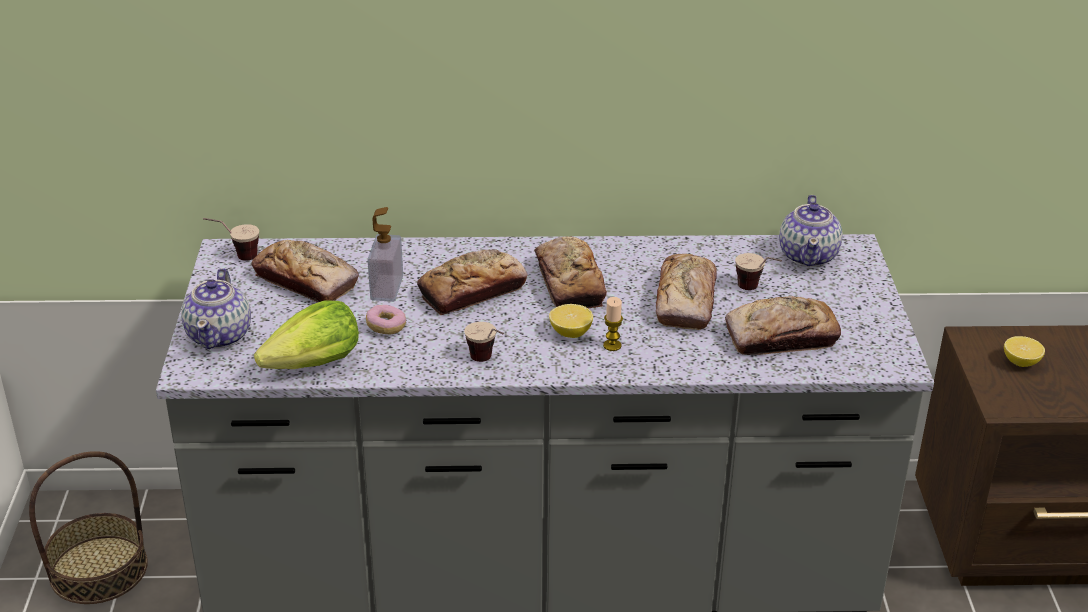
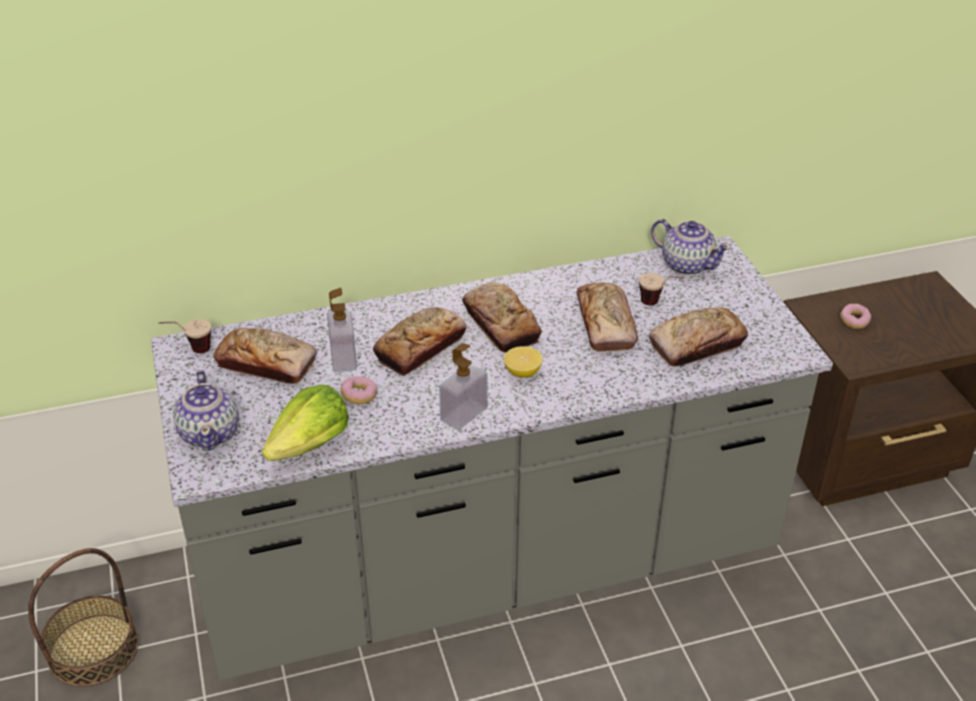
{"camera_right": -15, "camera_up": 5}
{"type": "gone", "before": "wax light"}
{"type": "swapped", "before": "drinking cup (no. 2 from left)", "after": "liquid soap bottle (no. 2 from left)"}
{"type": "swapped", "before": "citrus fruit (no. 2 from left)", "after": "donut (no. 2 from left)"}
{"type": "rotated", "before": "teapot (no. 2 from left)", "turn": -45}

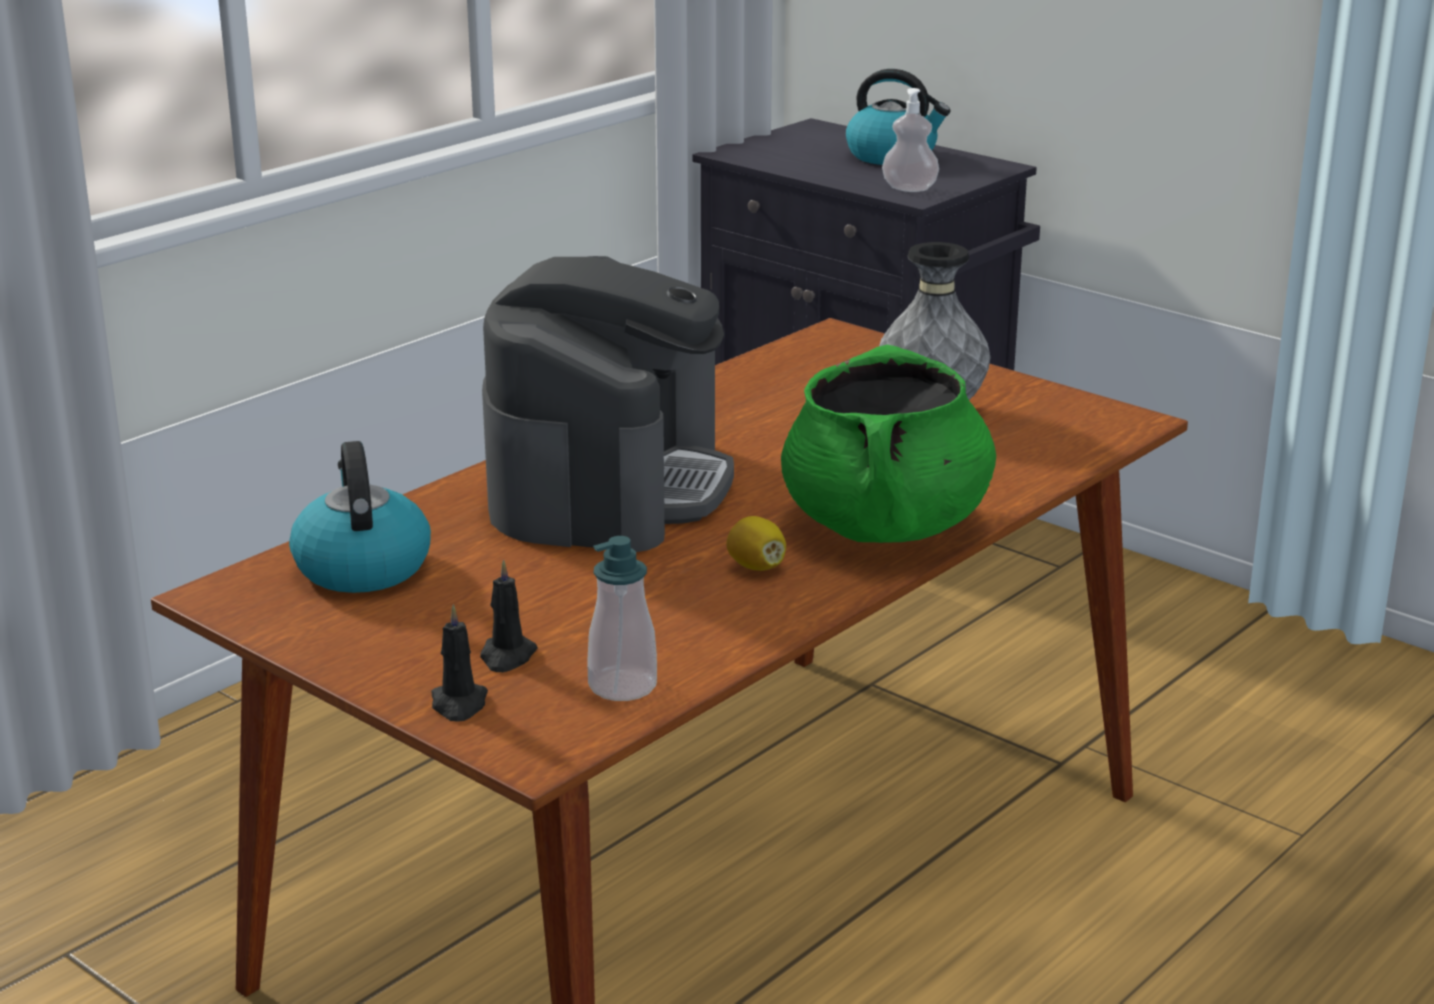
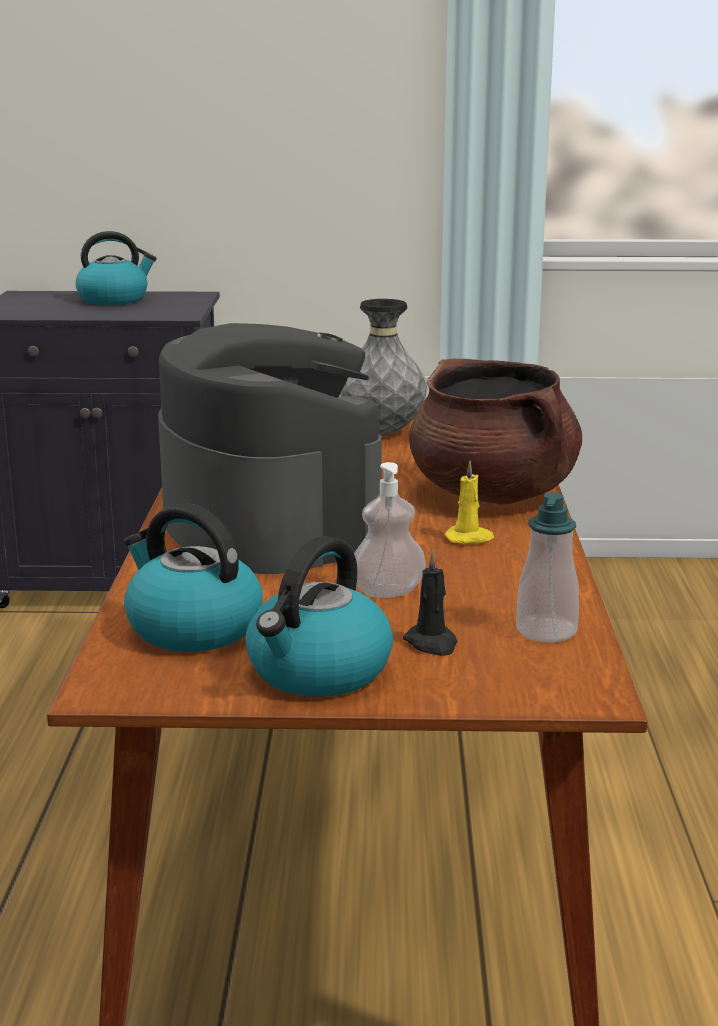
{"camera_right": -40, "camera_up": -5}
{"type": "gone", "before": "black wax light (no. 1 from left)"}
{"type": "new", "after": "kettle (no. 3 from left)"}
{"type": "shifted", "before": "liquid soap bottle (no. 2 from left in the first image)", "after": "liquid soap bottle (no. 1 from left)"}
{"type": "swapped", "before": "citrus fruit", "after": "yellow wax light"}
{"type": "repainted", "before": "green-coloured stockpot", "after": "brown-coloured stockpot"}

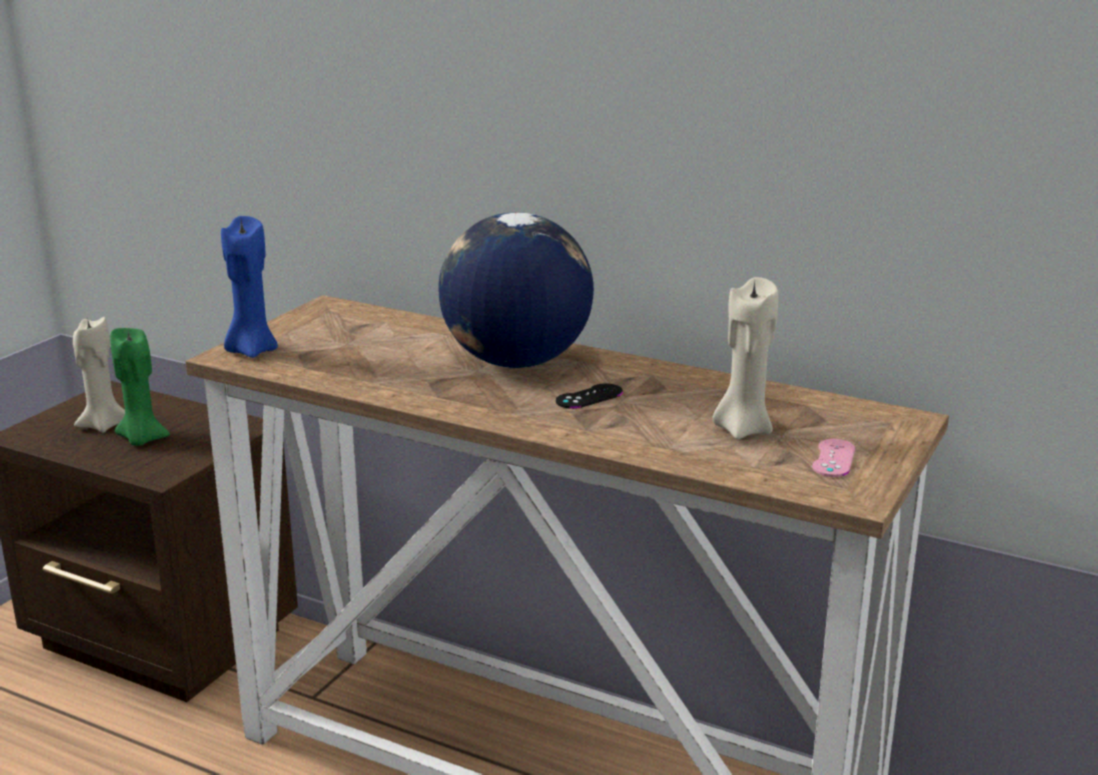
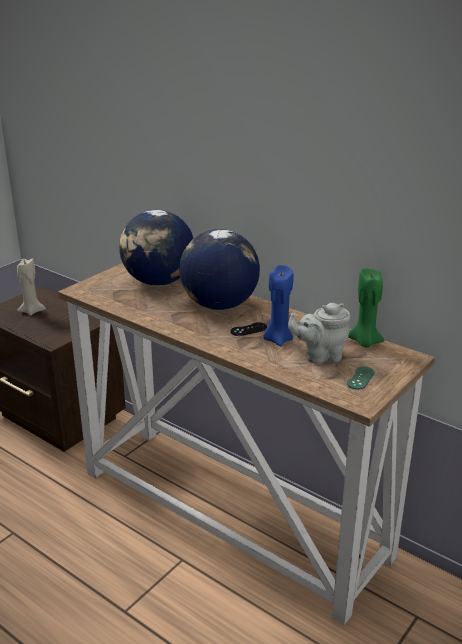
{"camera_right": 10, "camera_up": 5}
{"type": "new", "after": "world globe (no. 1 from left)"}
{"type": "shifted", "before": "green-coloured wax light"}
{"type": "shifted", "before": "bluish wax light"}
{"type": "swapped", "before": "beige wax light (no. 2 from left)", "after": "gray teapot"}
{"type": "repainted", "before": "pinkish gamepad", "after": "green-coloured gamepad"}

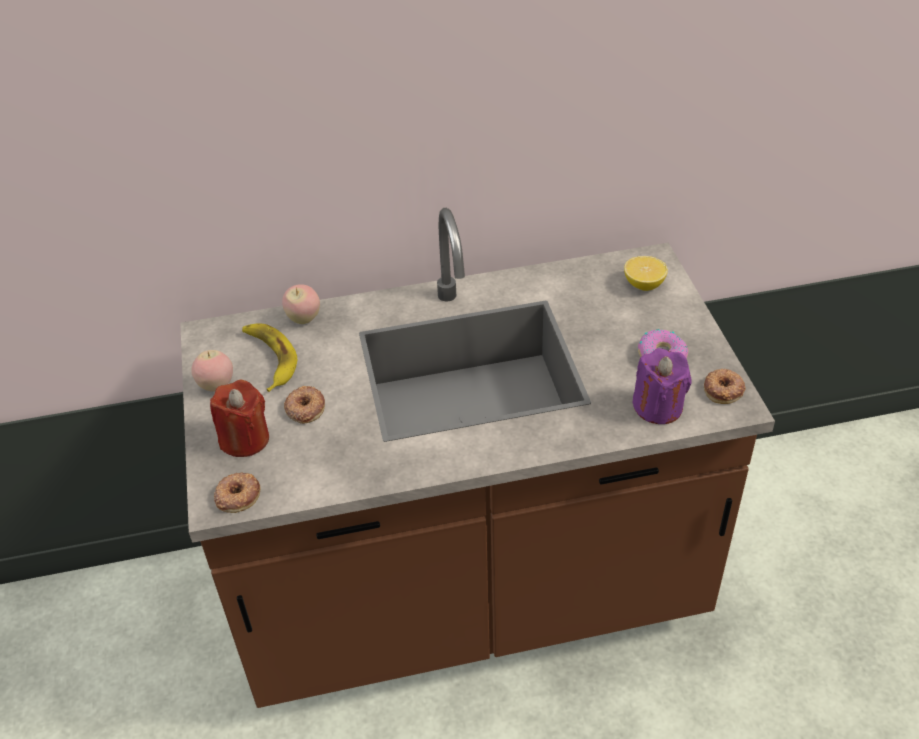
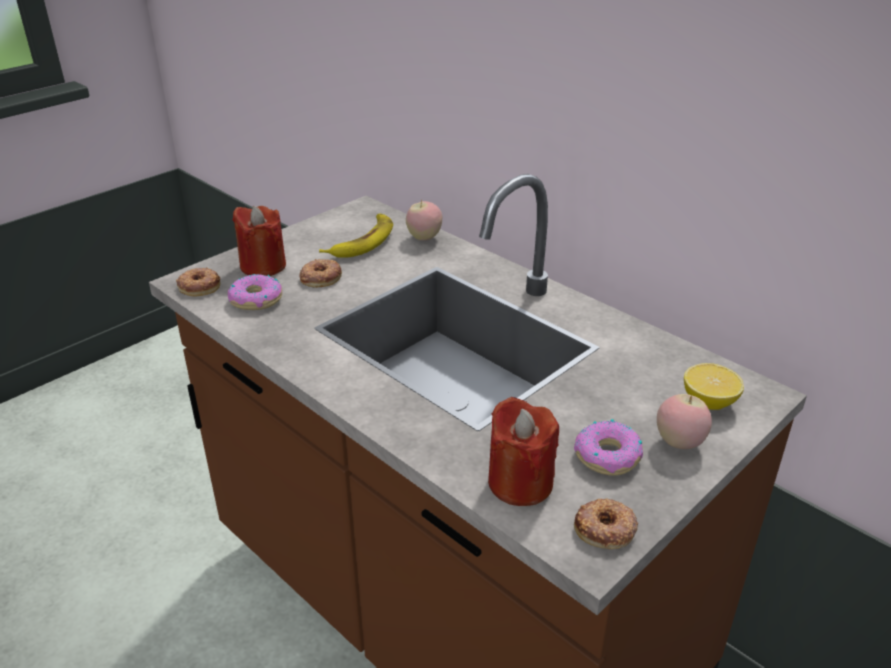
{"camera_right": 55, "camera_up": -10}
{"type": "new", "after": "donut (no. 2 from left)"}
{"type": "shifted", "before": "whole apple (no. 1 from left in the first image)", "after": "whole apple (no. 2 from left)"}
{"type": "repainted", "before": "purple wax light", "after": "red wax light (no. 2 from left)"}

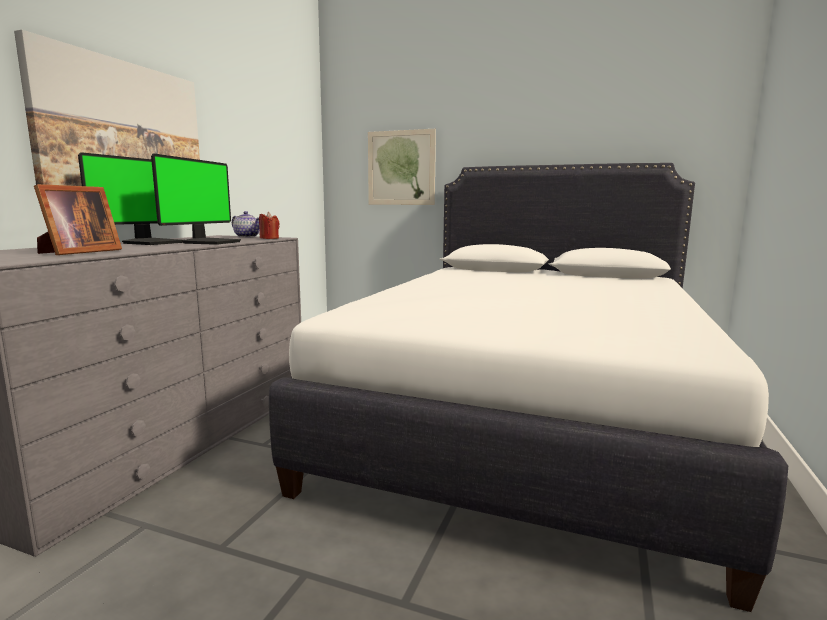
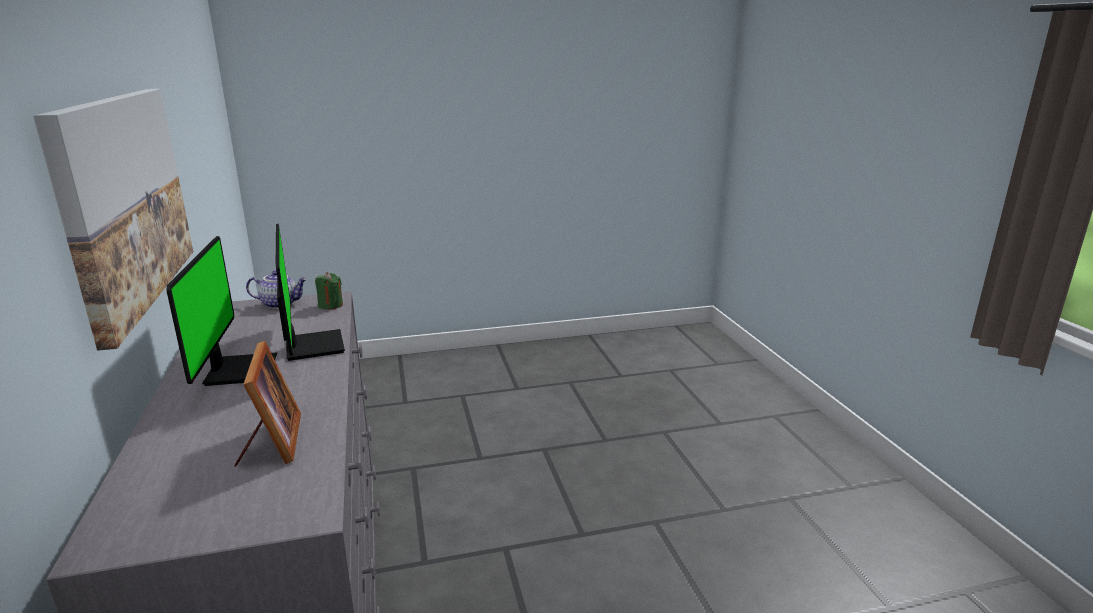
{"camera_right": -35, "camera_up": 10}
{"type": "gone", "before": "white bedroom bed"}
{"type": "gone", "before": "picture (no. 2 from left)"}
{"type": "repainted", "before": "red wax light", "after": "green-coloured wax light"}

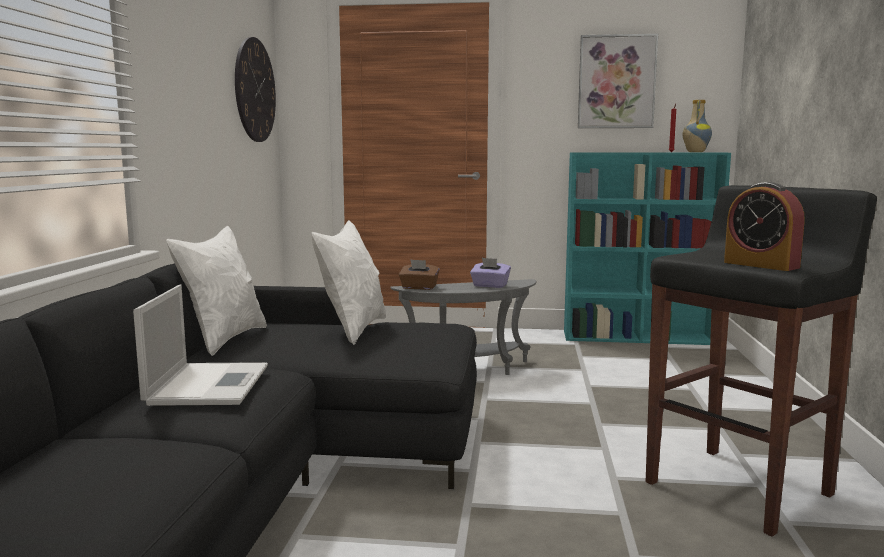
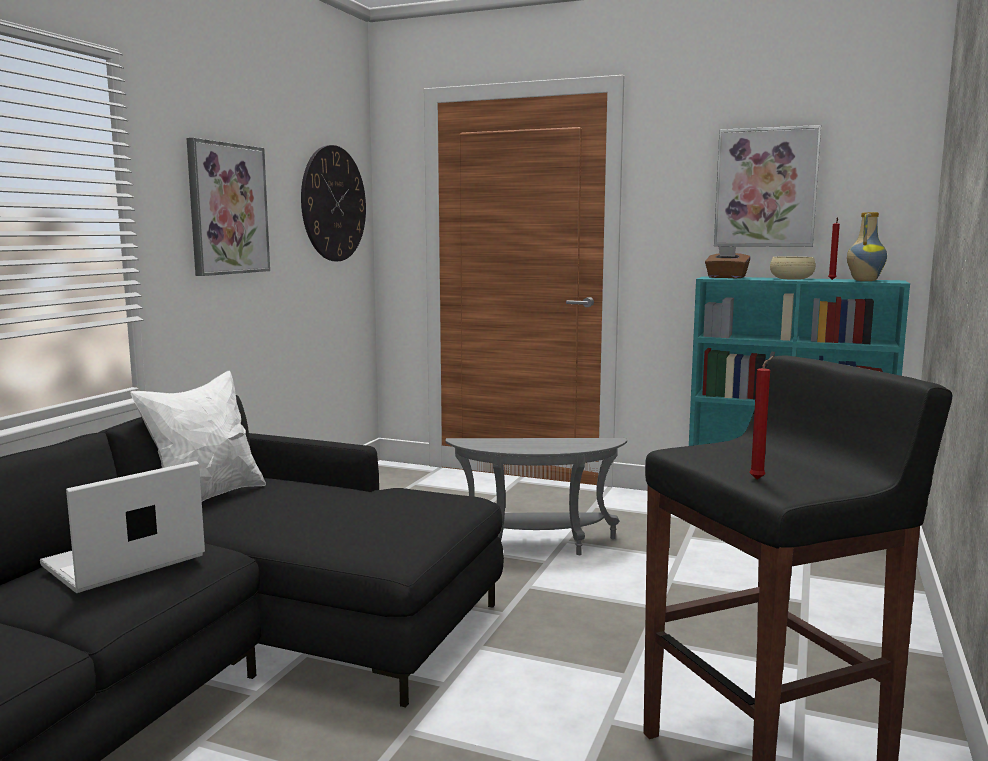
{"camera_right": 15, "camera_up": 0}
{"type": "gone", "before": "white pillow (no. 2 from left)"}
{"type": "gone", "before": "purple tissue holder"}
{"type": "new", "after": "picture (no. 1 from left)"}
{"type": "new", "after": "beige serving bowl"}
{"type": "shifted", "before": "brown-coloured tissue holder"}
{"type": "swapped", "before": "table clock", "after": "red wax light (no. 1 from left)"}
{"type": "rotated", "before": "portable computer", "turn": -150}

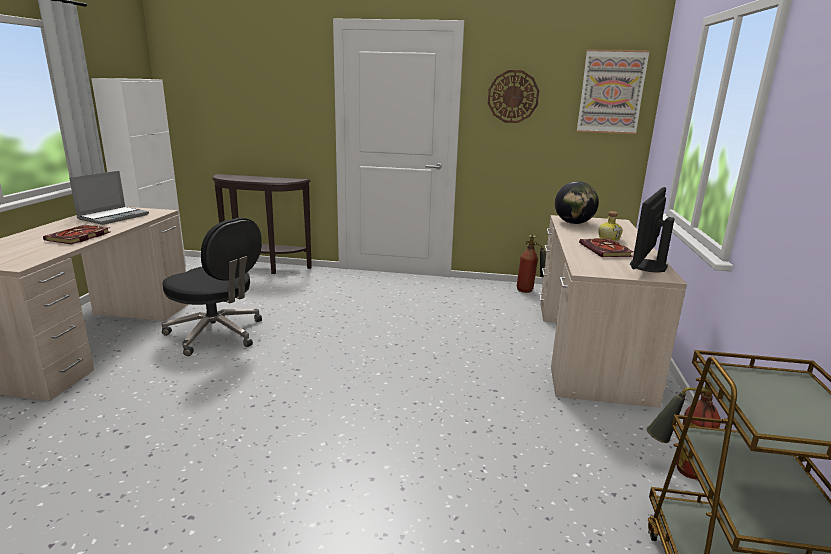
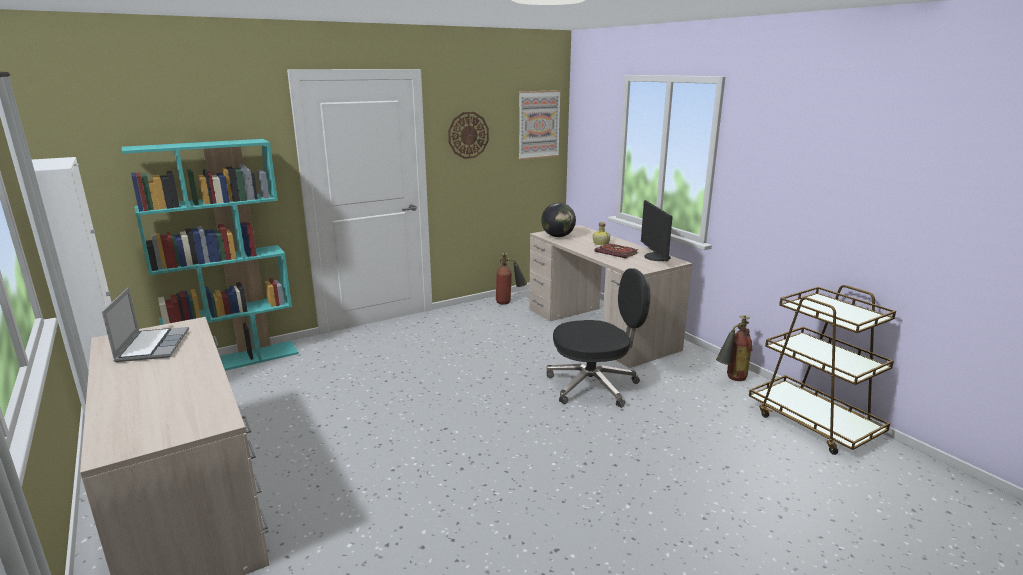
{"camera_right": -40, "camera_up": 0}
{"type": "gone", "before": "volume (no. 1 from left)"}
{"type": "shifted", "before": "black desk chair"}
{"type": "swapped", "before": "brown-coloured console table", "after": "turquoise-coloured bookshelf"}

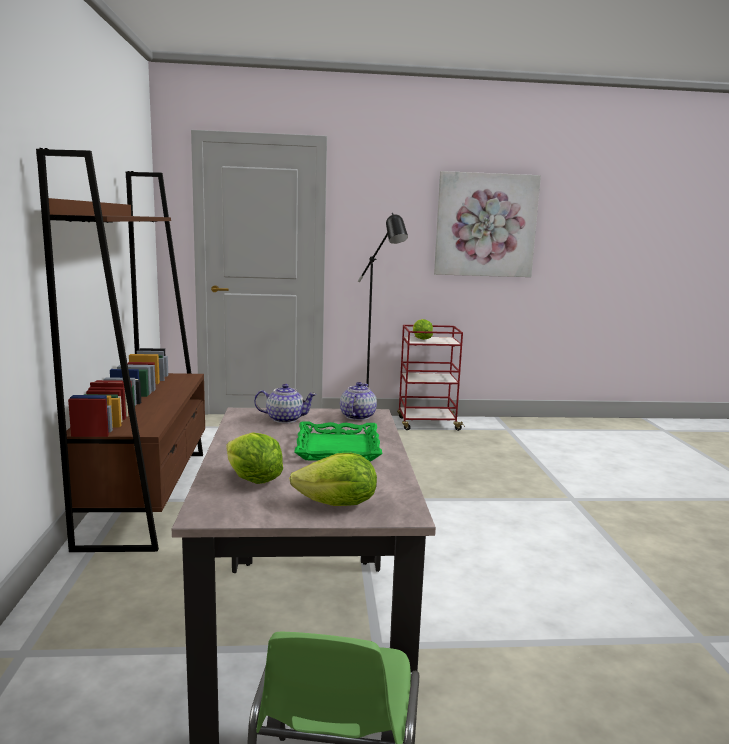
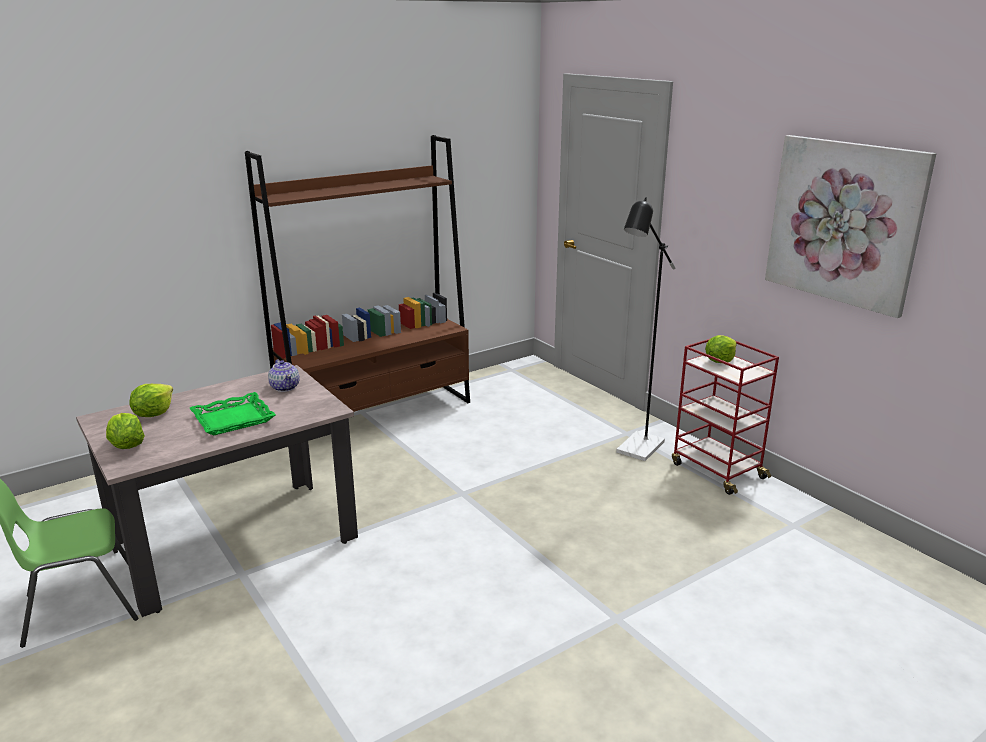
{"camera_right": 60, "camera_up": 10}
{"type": "gone", "before": "teapot (no. 2 from left)"}

